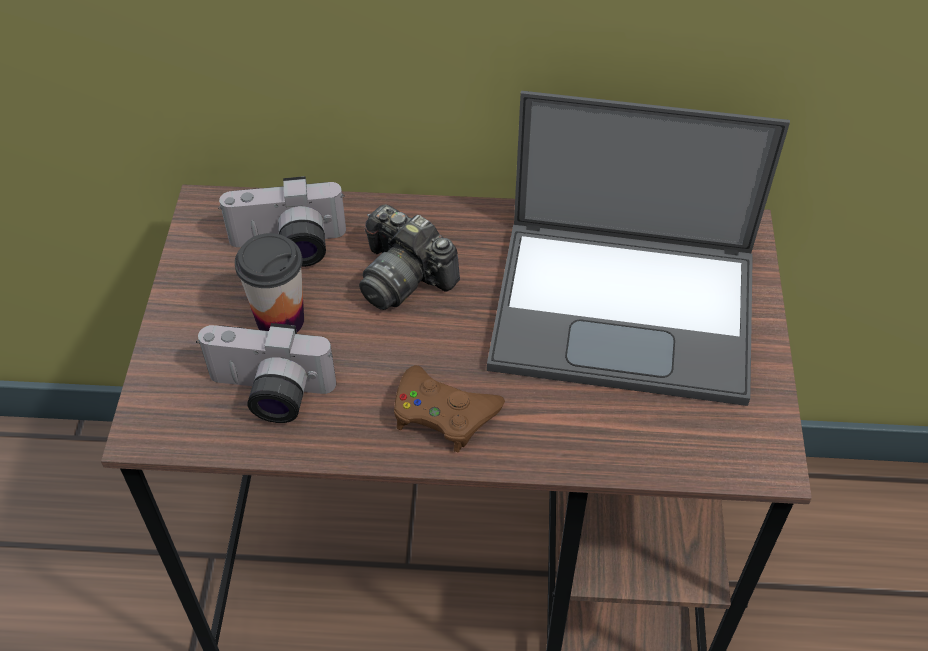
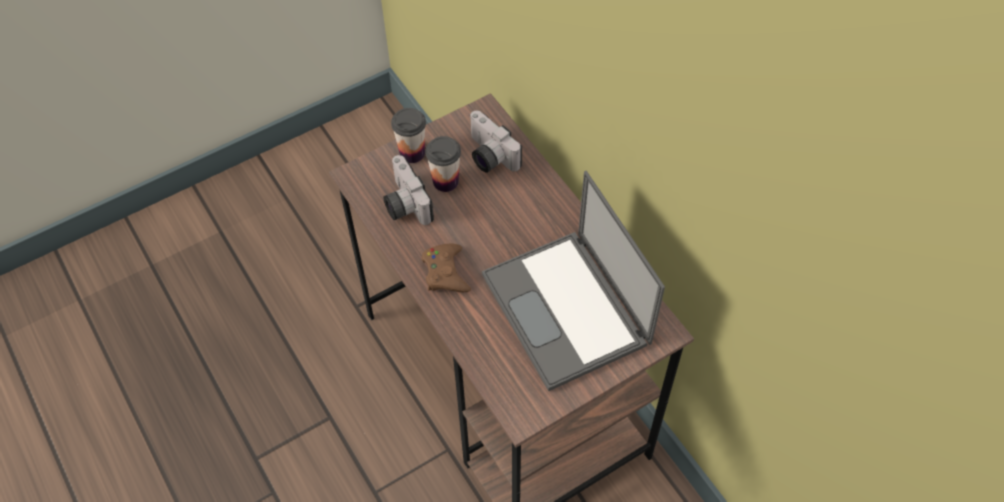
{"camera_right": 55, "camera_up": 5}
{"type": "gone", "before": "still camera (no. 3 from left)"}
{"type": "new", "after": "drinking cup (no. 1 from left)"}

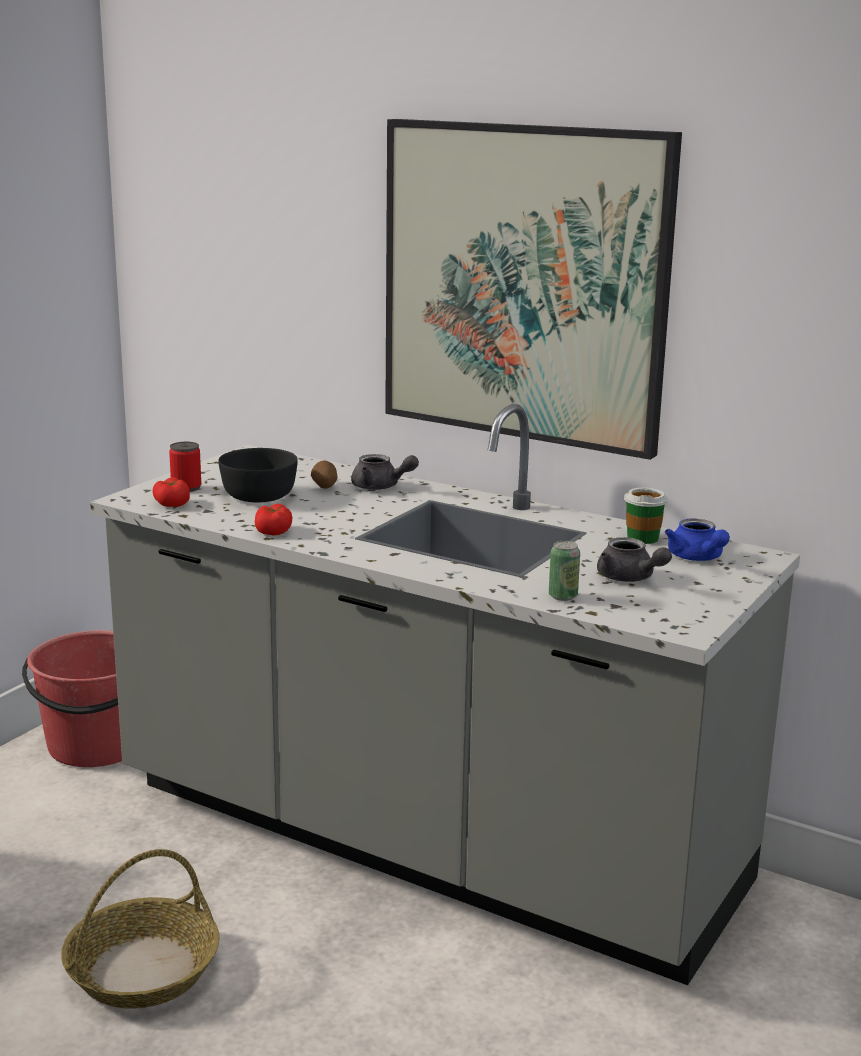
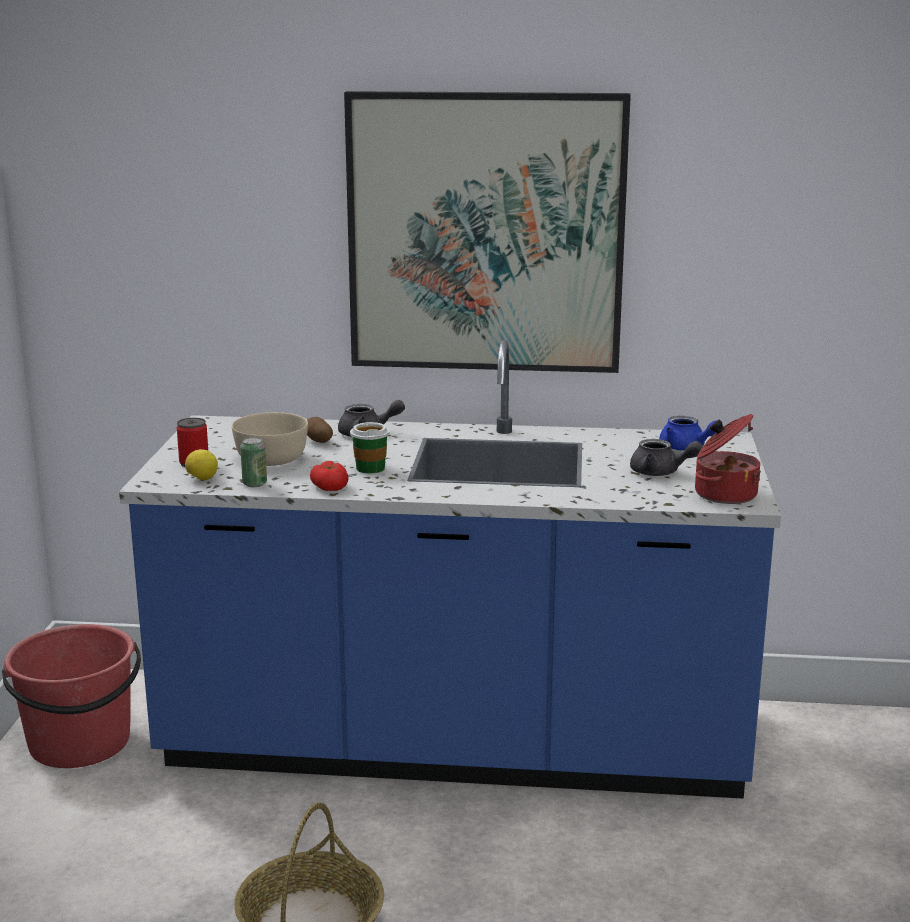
{"camera_right": -25, "camera_up": 0}
{"type": "new", "after": "stockpot"}
{"type": "shifted", "before": "metal can (no. 2 from left)"}
{"type": "shifted", "before": "drinking cup"}
{"type": "swapped", "before": "whole tomato (no. 1 from left)", "after": "citrus fruit"}
{"type": "repainted", "before": "gray kitchen base unit", "after": "bluish kitchen base unit"}
{"type": "repainted", "before": "black serving bowl", "after": "beige serving bowl"}

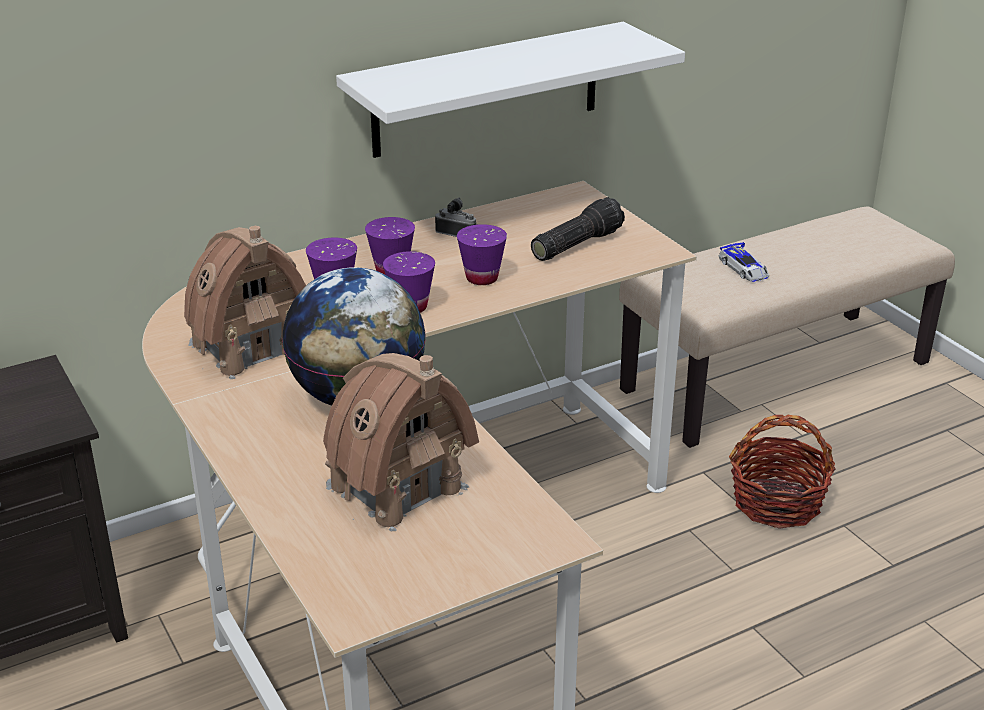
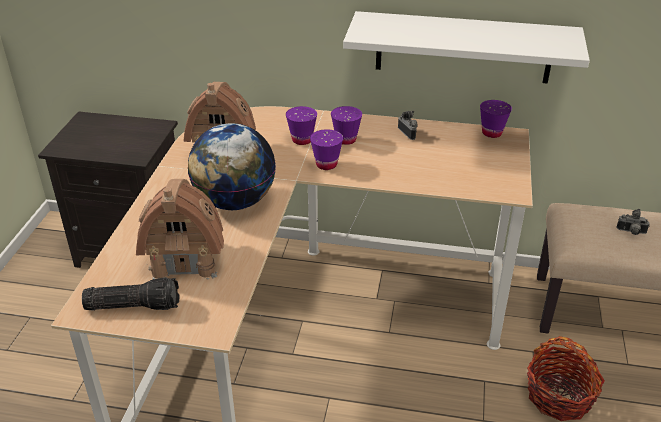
{"camera_right": 40, "camera_up": 5}
{"type": "shifted", "before": "purple drinking cup (no. 4 from left)"}
{"type": "shifted", "before": "flashlight"}
{"type": "swapped", "before": "toy car", "after": "still camera (no. 2 from left)"}

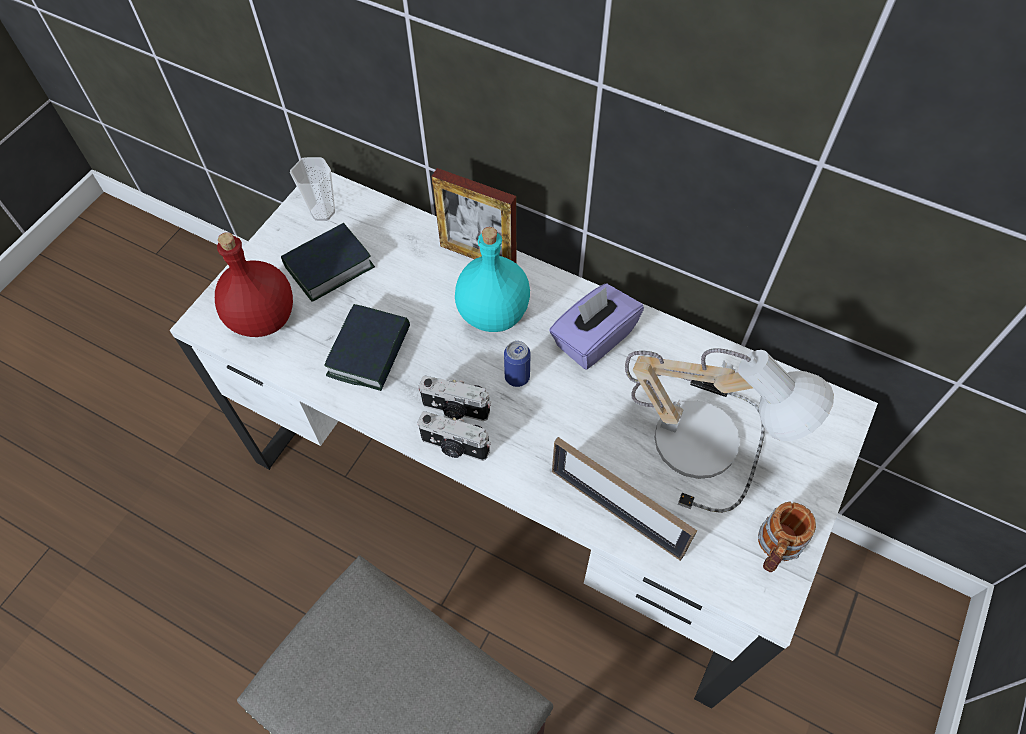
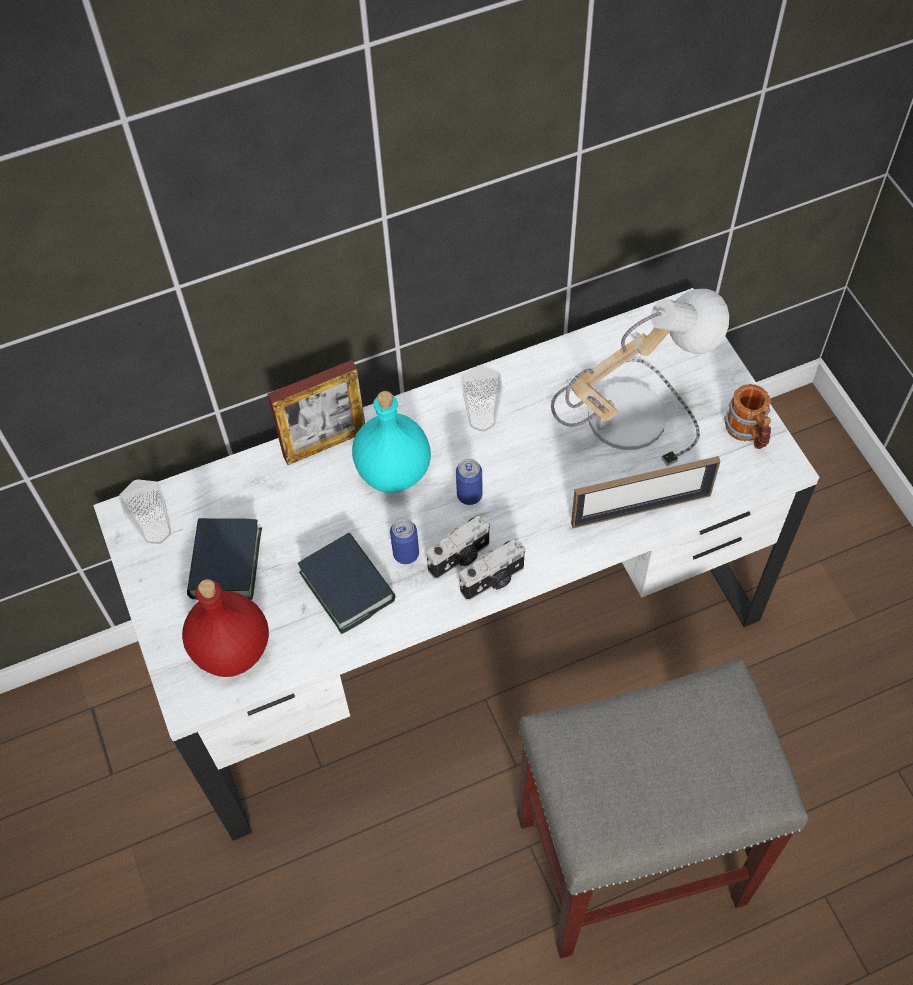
{"camera_right": -50, "camera_up": 0}
{"type": "new", "after": "metal can (no. 1 from left)"}
{"type": "swapped", "before": "purple tissue holder", "after": "drinking cup (no. 2 from left)"}

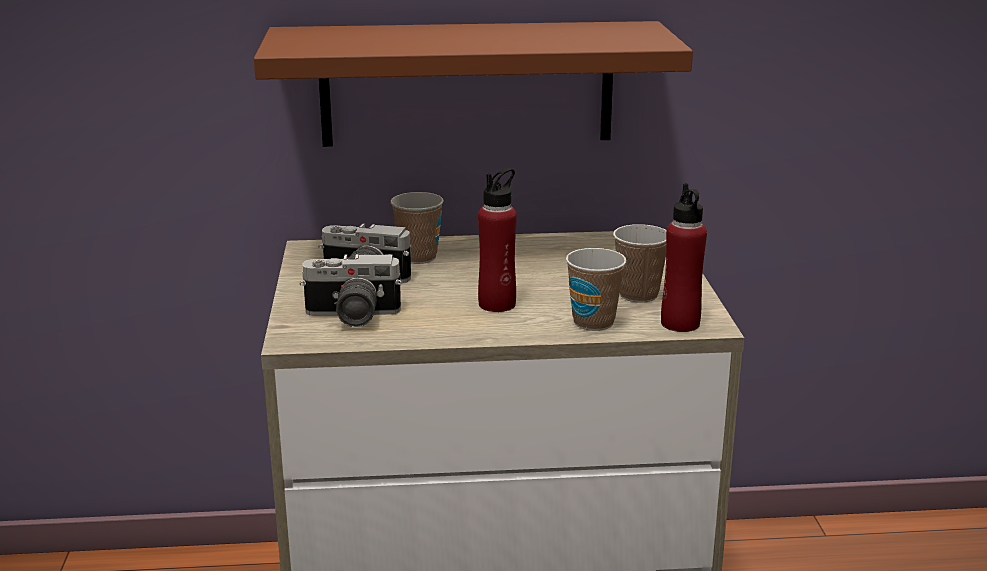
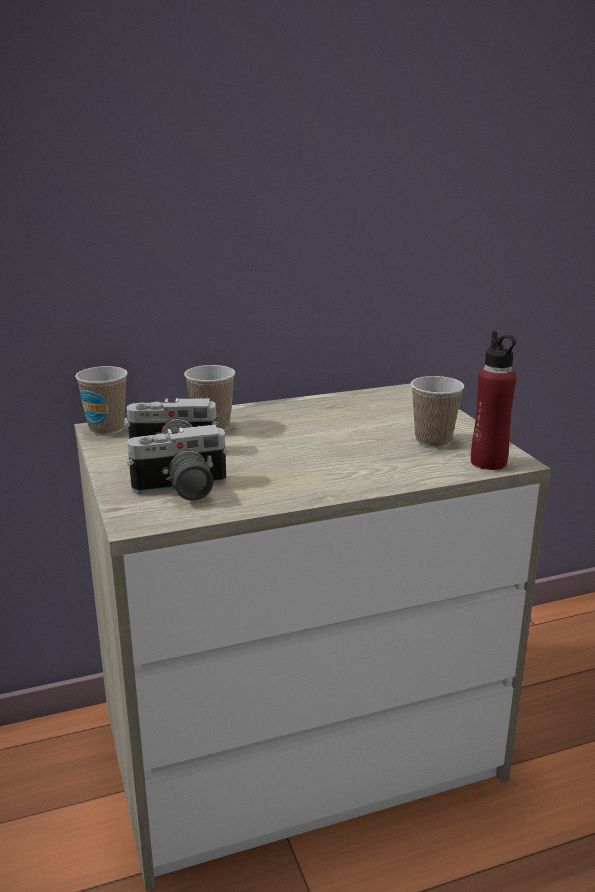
{"camera_right": -15, "camera_up": 0}
{"type": "gone", "before": "brown-coloured shelf"}
{"type": "gone", "before": "red drink bottle (no. 1 from left)"}
{"type": "shifted", "before": "drinking cup (no. 2 from left in the first image)", "after": "drinking cup (no. 1 from left)"}

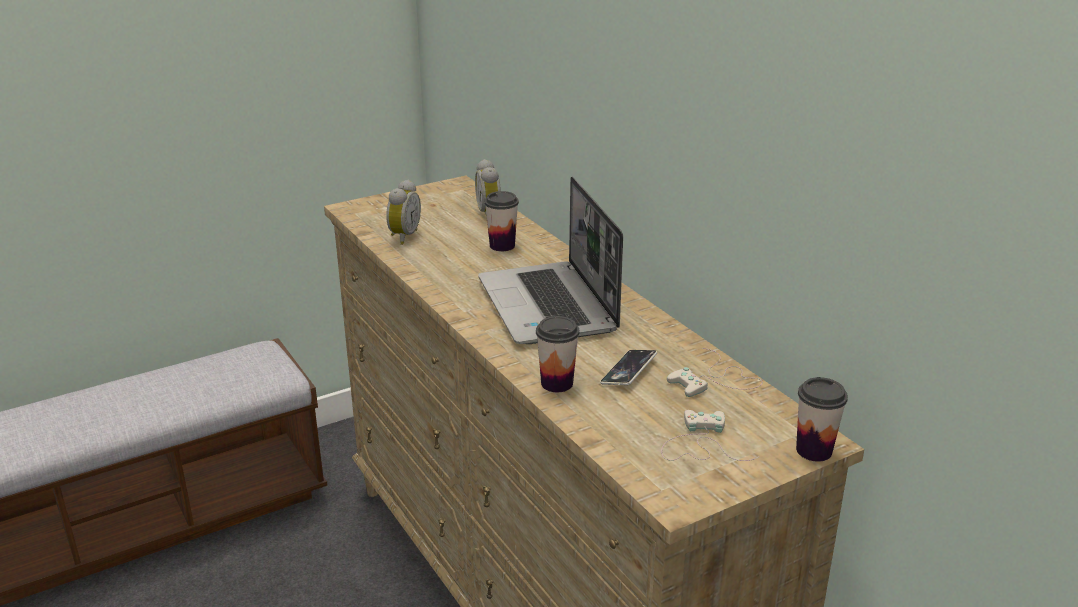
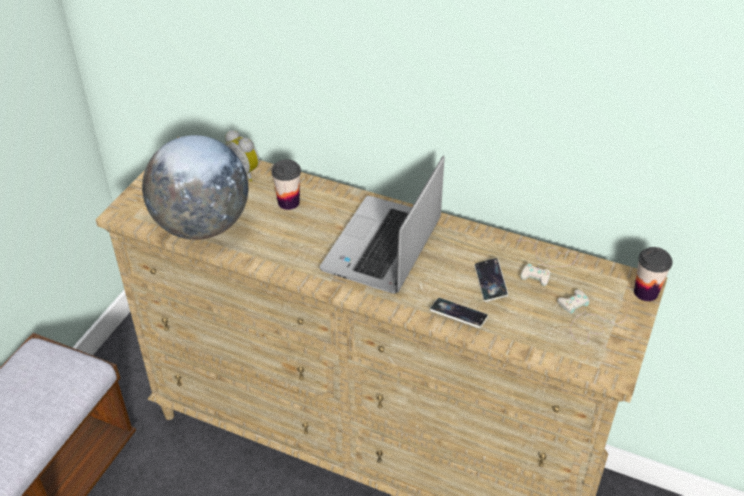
{"camera_right": -35, "camera_up": 15}
{"type": "swapped", "before": "table clock (no. 1 from left)", "after": "world globe"}
{"type": "swapped", "before": "drinking cup (no. 2 from left)", "after": "telephone (no. 1 from left)"}
{"type": "rotated", "before": "portable computer", "turn": 75}

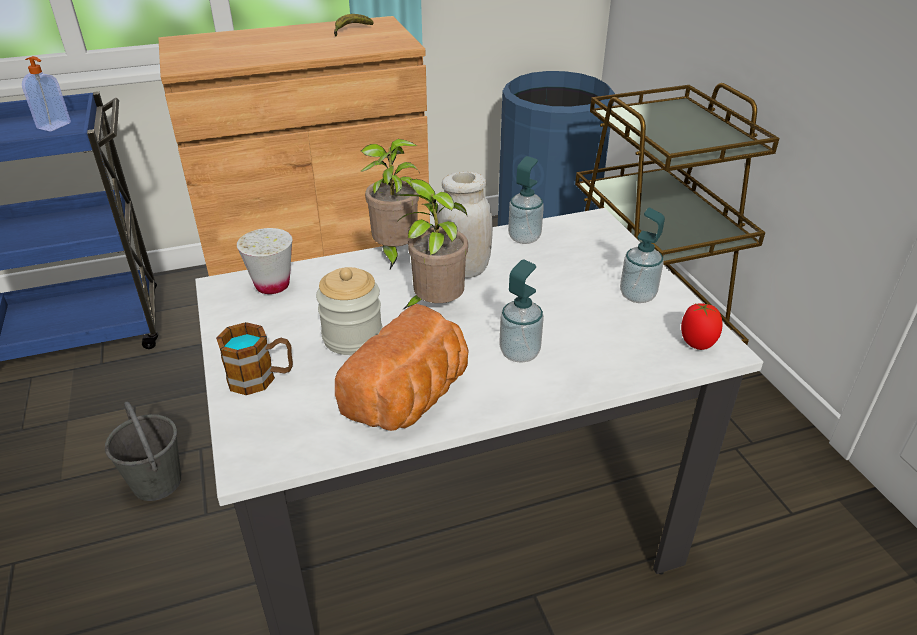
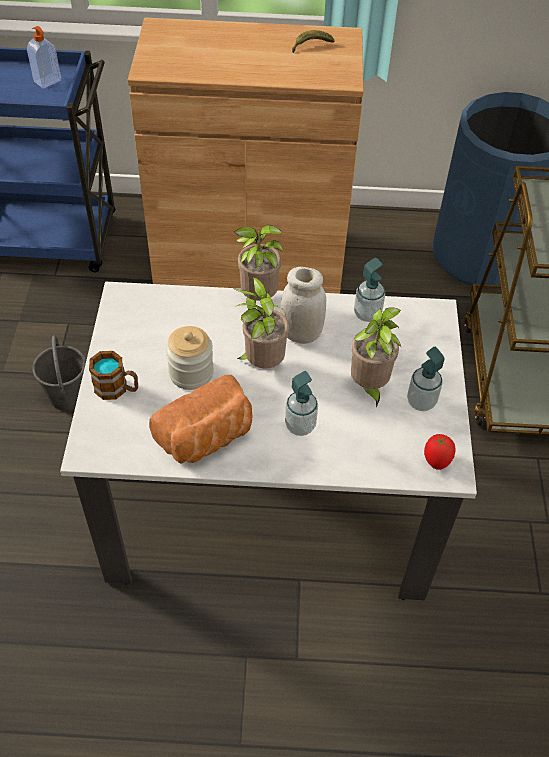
{"camera_right": 20, "camera_up": 15}
{"type": "gone", "before": "white drinking cup"}
{"type": "new", "after": "houseplant (no. 3 from left)"}

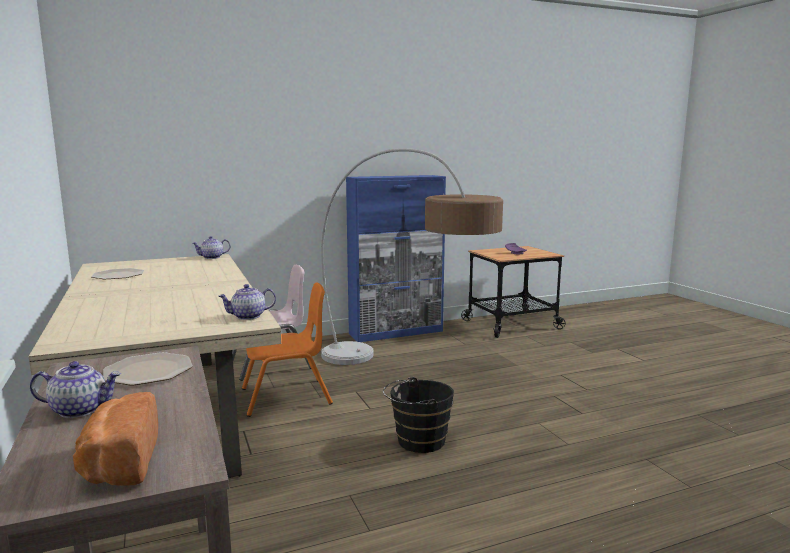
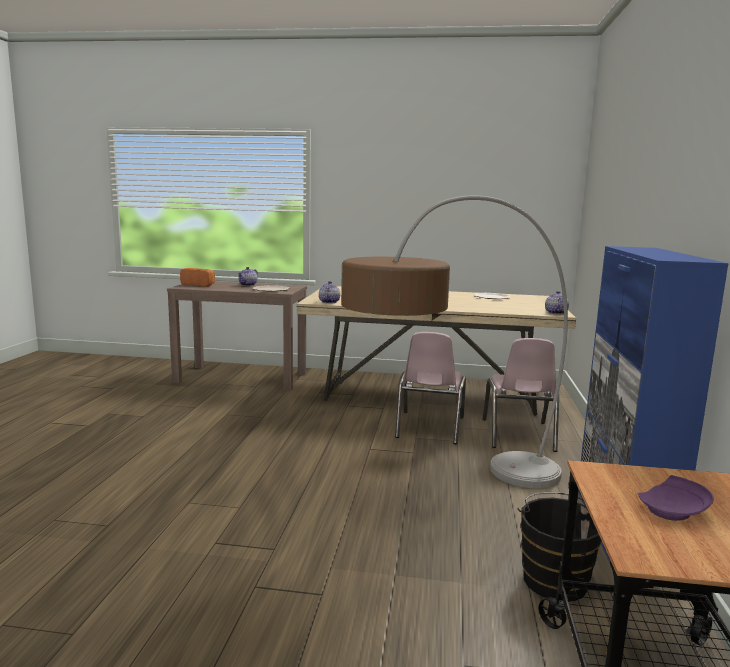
{"camera_right": 120, "camera_up": 0}
{"type": "shifted", "before": "black pail"}
{"type": "repainted", "before": "orangey plain chair", "after": "pinkish plain chair (no. 1 from left)"}

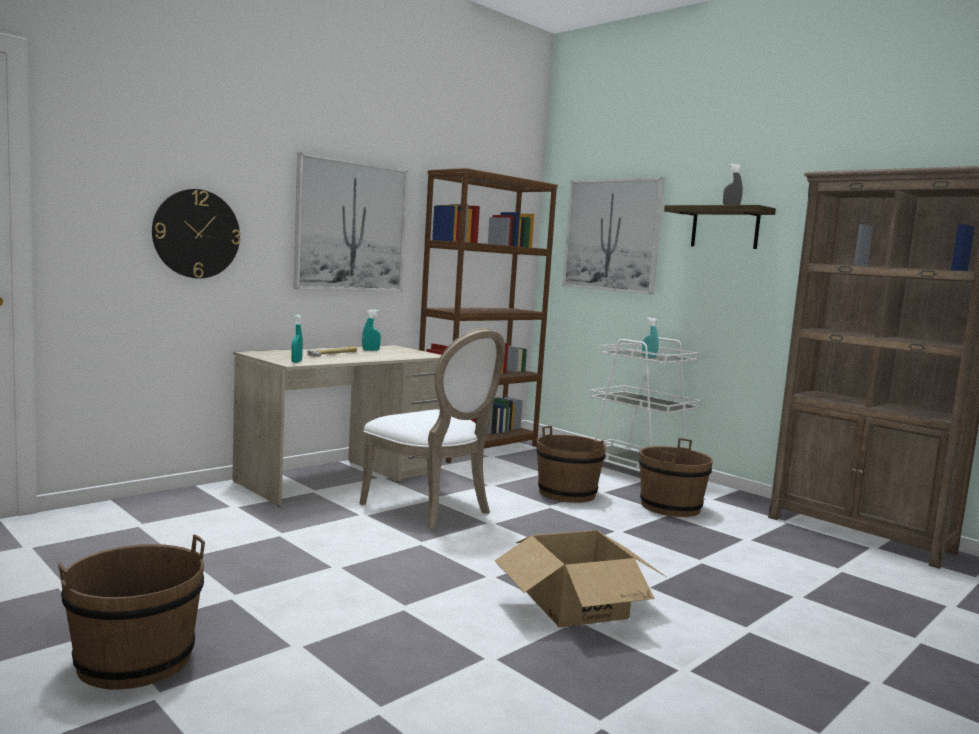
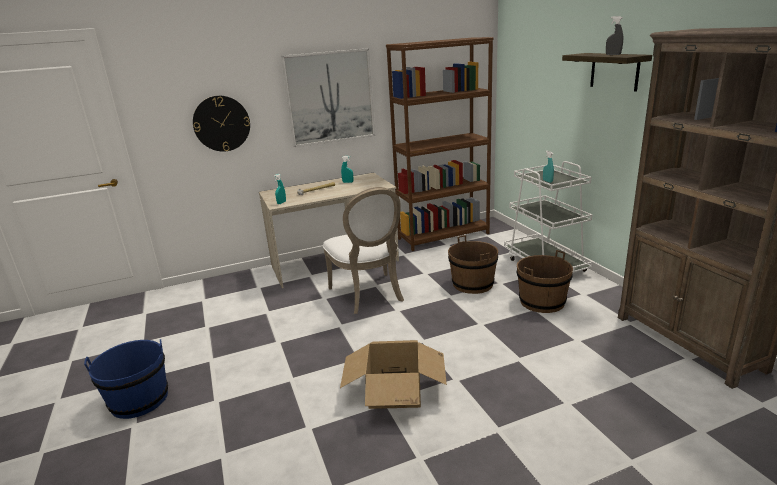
{"camera_right": 25, "camera_up": 15}
{"type": "gone", "before": "picture (no. 2 from left)"}
{"type": "repainted", "before": "brown-coloured pail (no. 1 from left)", "after": "bluish pail"}

